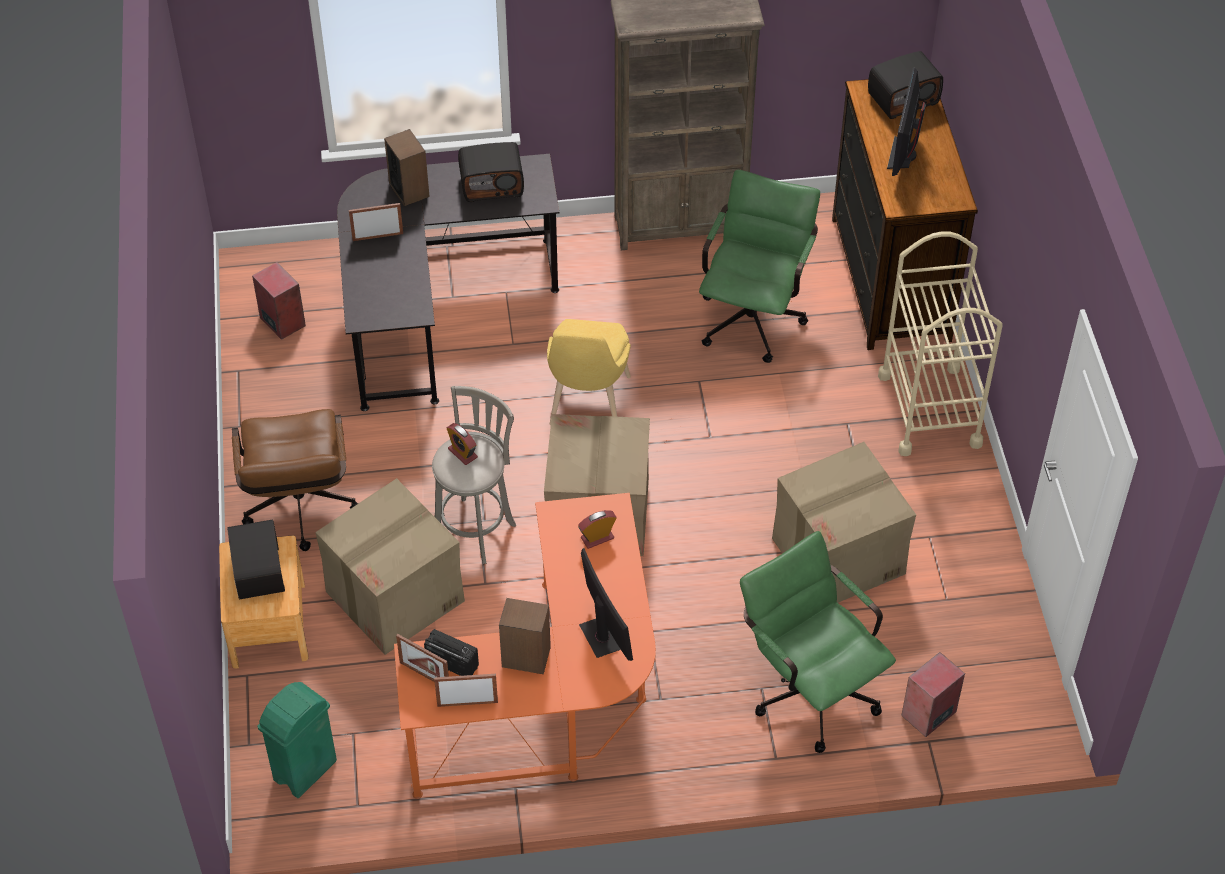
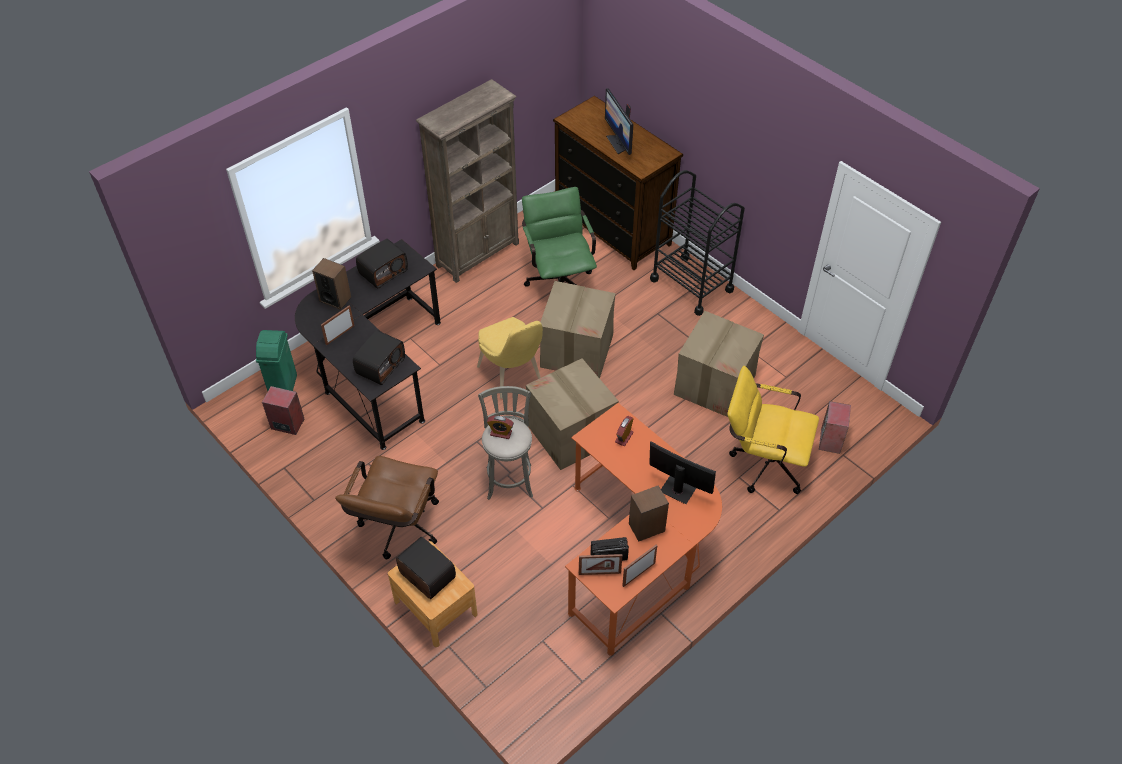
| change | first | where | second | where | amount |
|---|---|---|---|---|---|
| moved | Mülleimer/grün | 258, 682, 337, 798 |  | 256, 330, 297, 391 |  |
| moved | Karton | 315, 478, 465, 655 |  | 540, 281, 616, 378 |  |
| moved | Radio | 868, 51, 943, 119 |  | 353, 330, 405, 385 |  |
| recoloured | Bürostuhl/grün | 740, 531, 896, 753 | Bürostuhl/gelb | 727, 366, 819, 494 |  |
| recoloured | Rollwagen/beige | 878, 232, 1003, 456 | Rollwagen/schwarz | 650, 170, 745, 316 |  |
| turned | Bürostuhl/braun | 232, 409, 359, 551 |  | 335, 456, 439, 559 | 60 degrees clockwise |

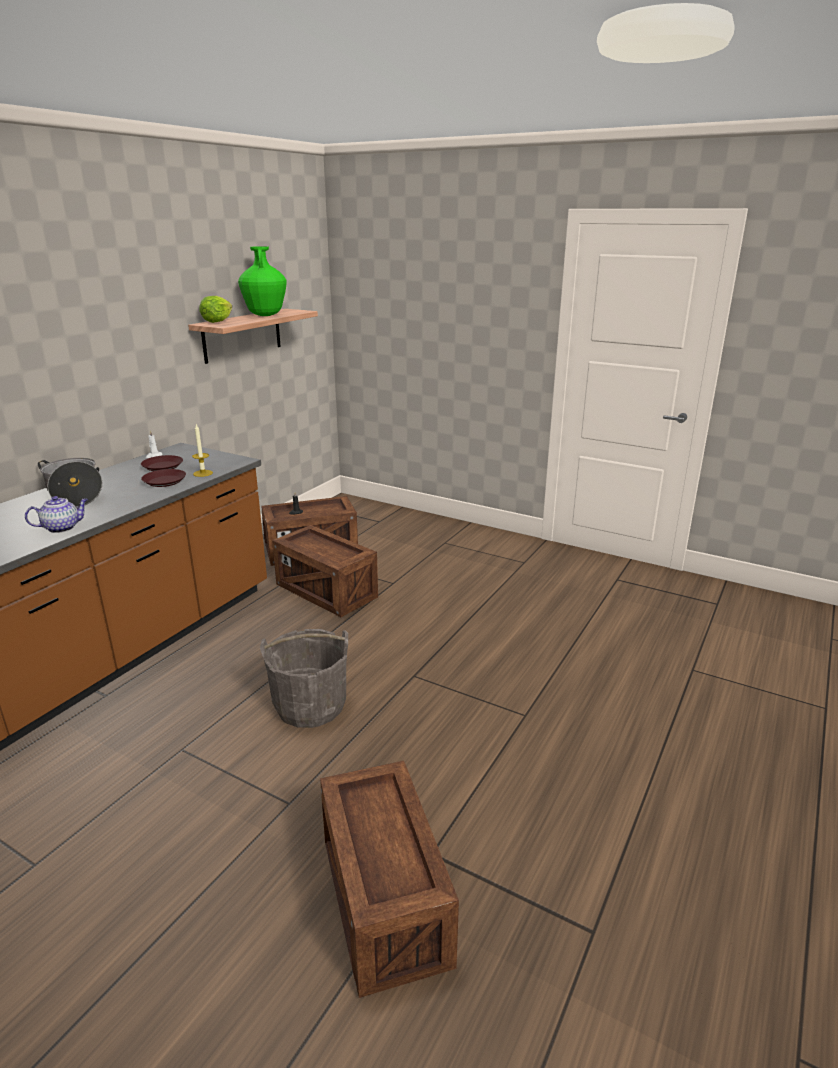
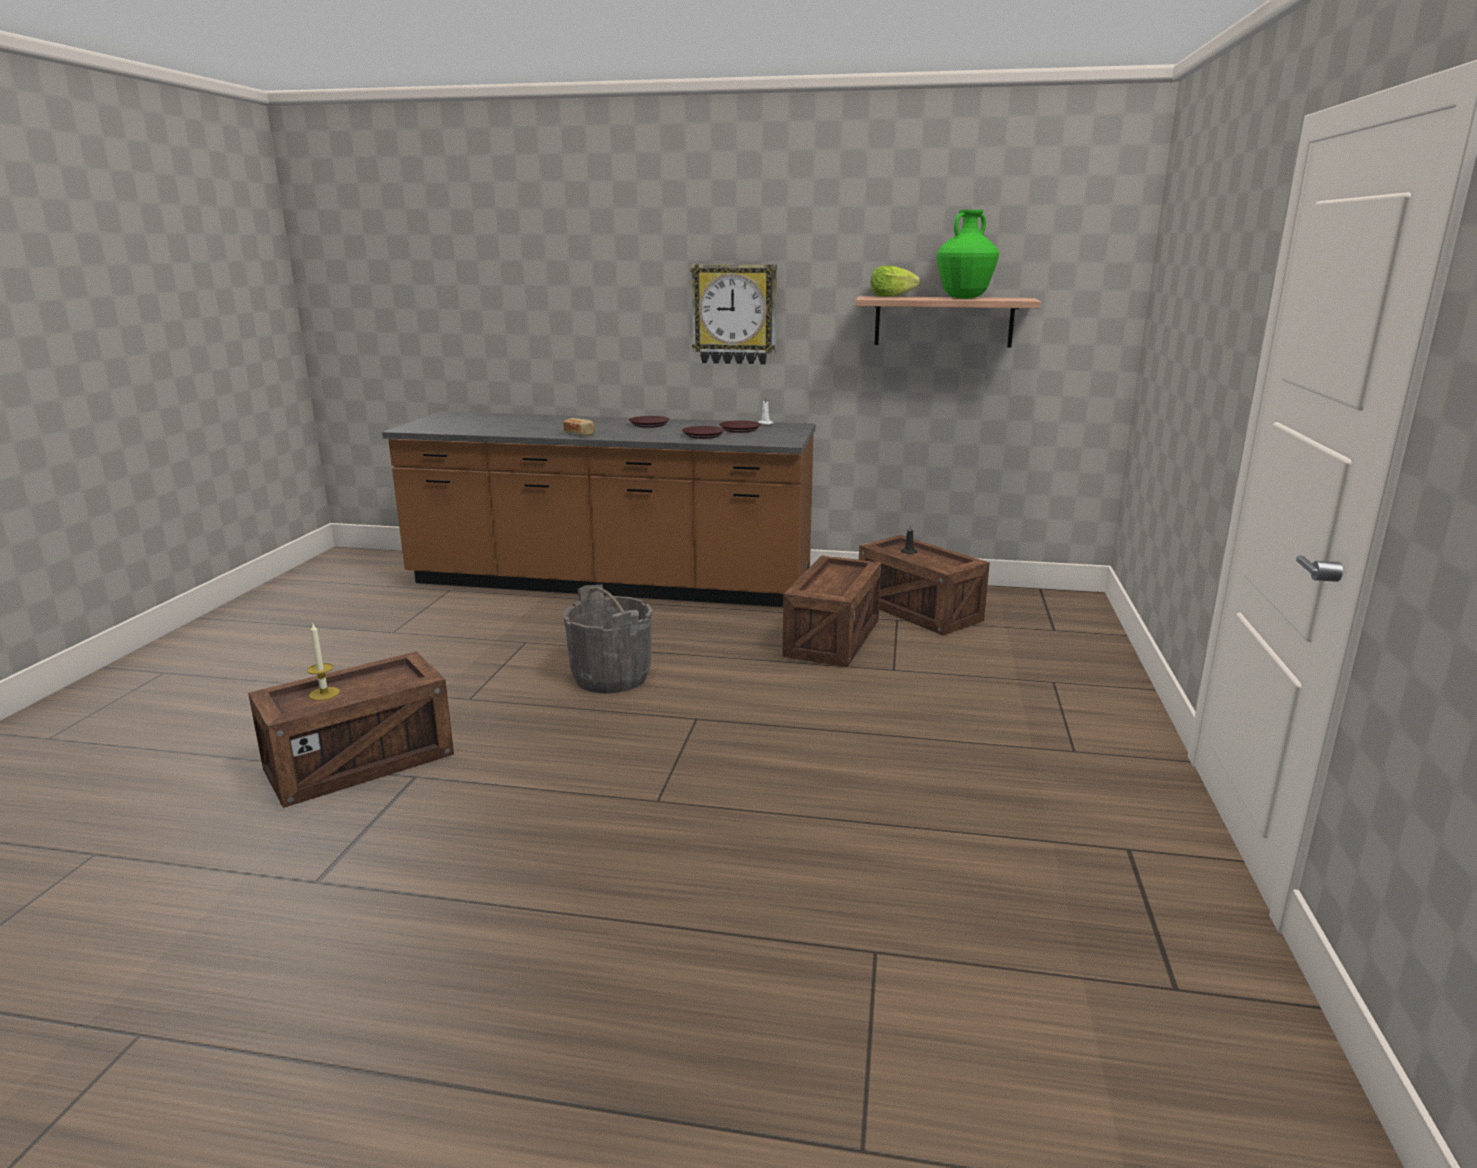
| change | first | where | second | where | amount |
|---|---|---|---|---|---|
| added |  |  | Wanduhr | 691, 264, 777, 365 |  |
| moved | Kerze | 192, 425, 213, 477 |  | 307, 624, 340, 700 |  |
| replaced | Teekanne | 25, 496, 88, 533 | Brot | 563, 418, 595, 436 |  |
| replaced | Kochtopf | 38, 458, 102, 507 | Teller/braun | 629, 416, 670, 428 |  |

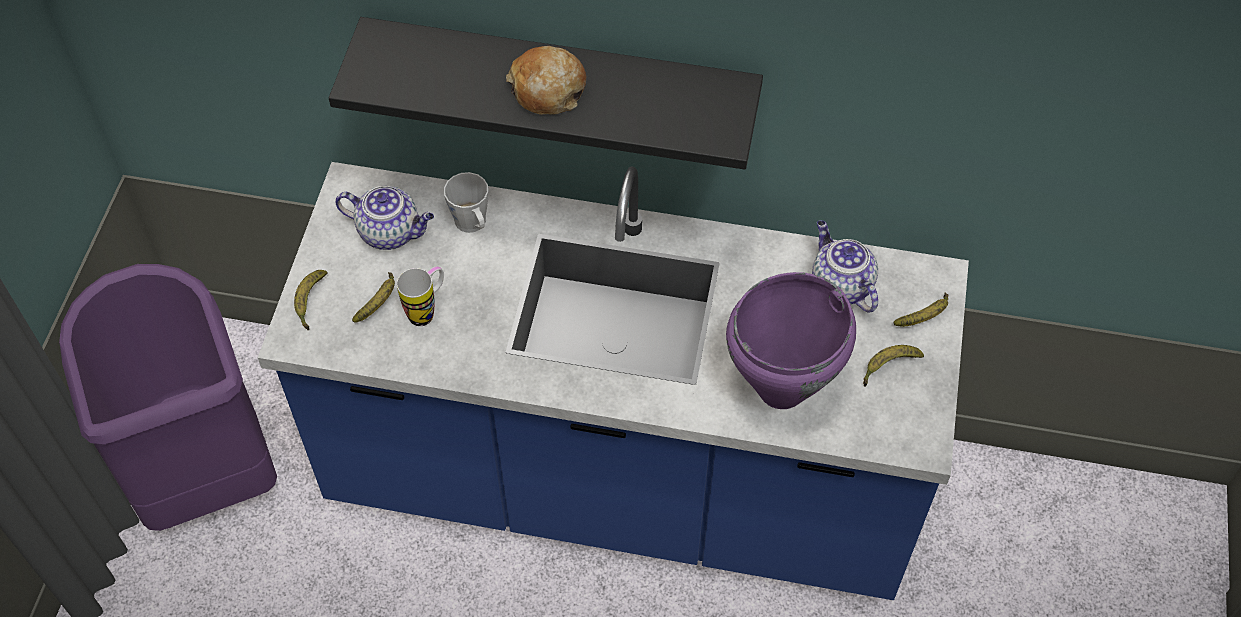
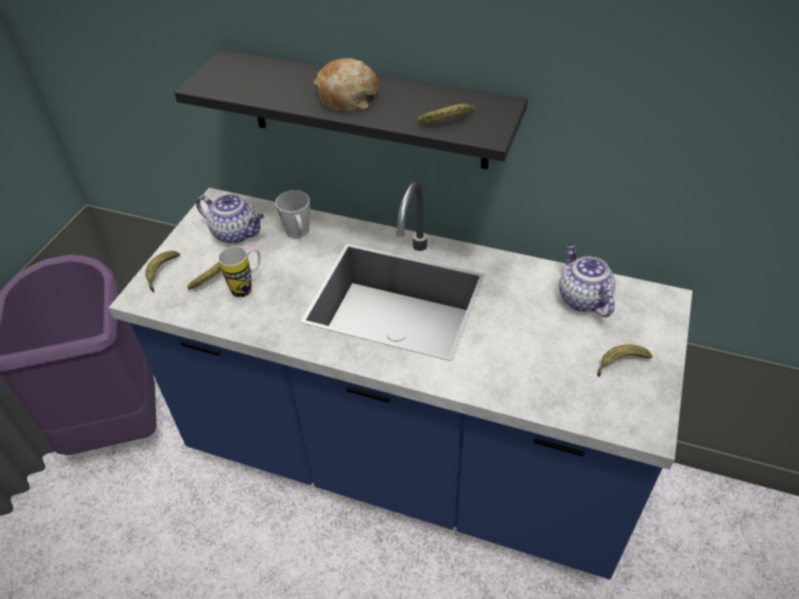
| change | first | where | second | where | amount |
|---|---|---|---|---|---|
| removed | Kochtopf/lila | 726, 272, 856, 409 |  |  |  |
| moved | Banane | 893, 293, 948, 327 |  | 417, 104, 475, 123 |  |

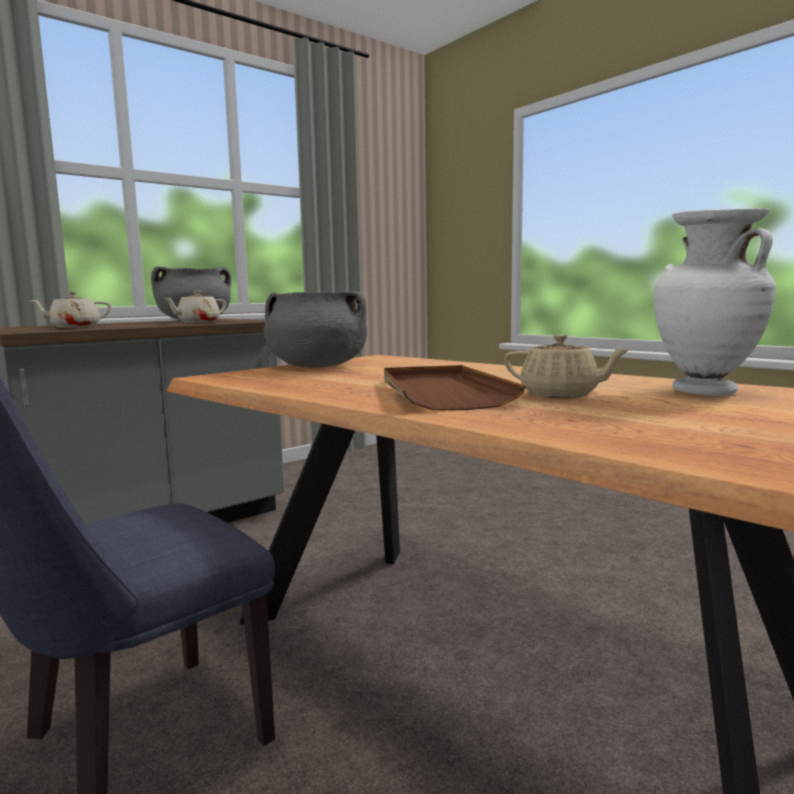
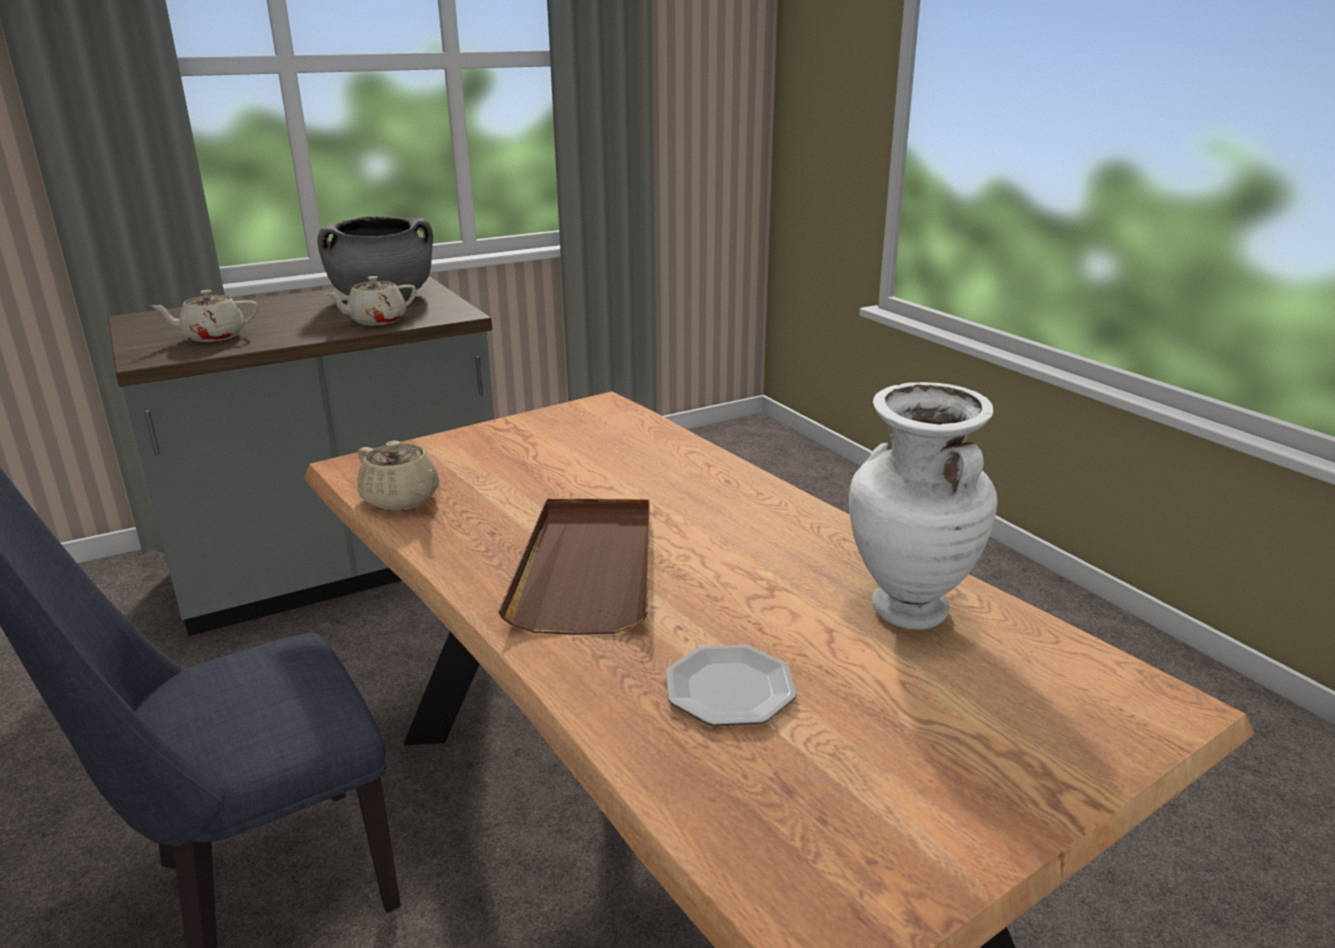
| change | first | where | second | where | amount |
|---|---|---|---|---|---|
| removed | Kochtopf/grau | 264, 291, 367, 368 |  |  |  |
| added |  |  | Teller | 666, 645, 797, 726 |  |
| moved | Teekanne/beige | 504, 335, 631, 398 |  | 358, 440, 440, 511 |  |

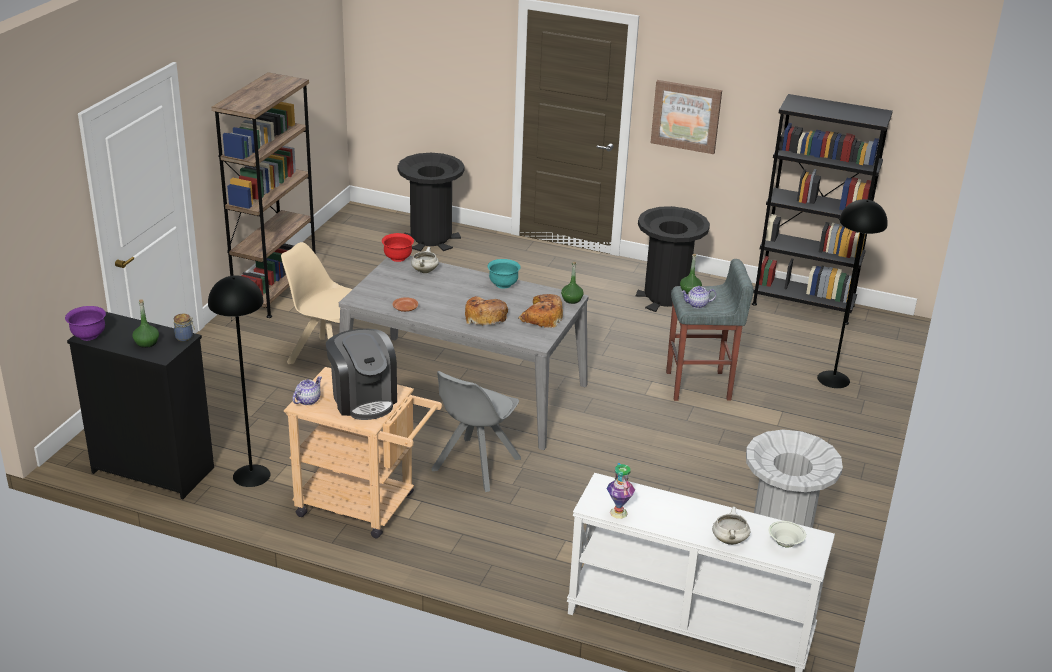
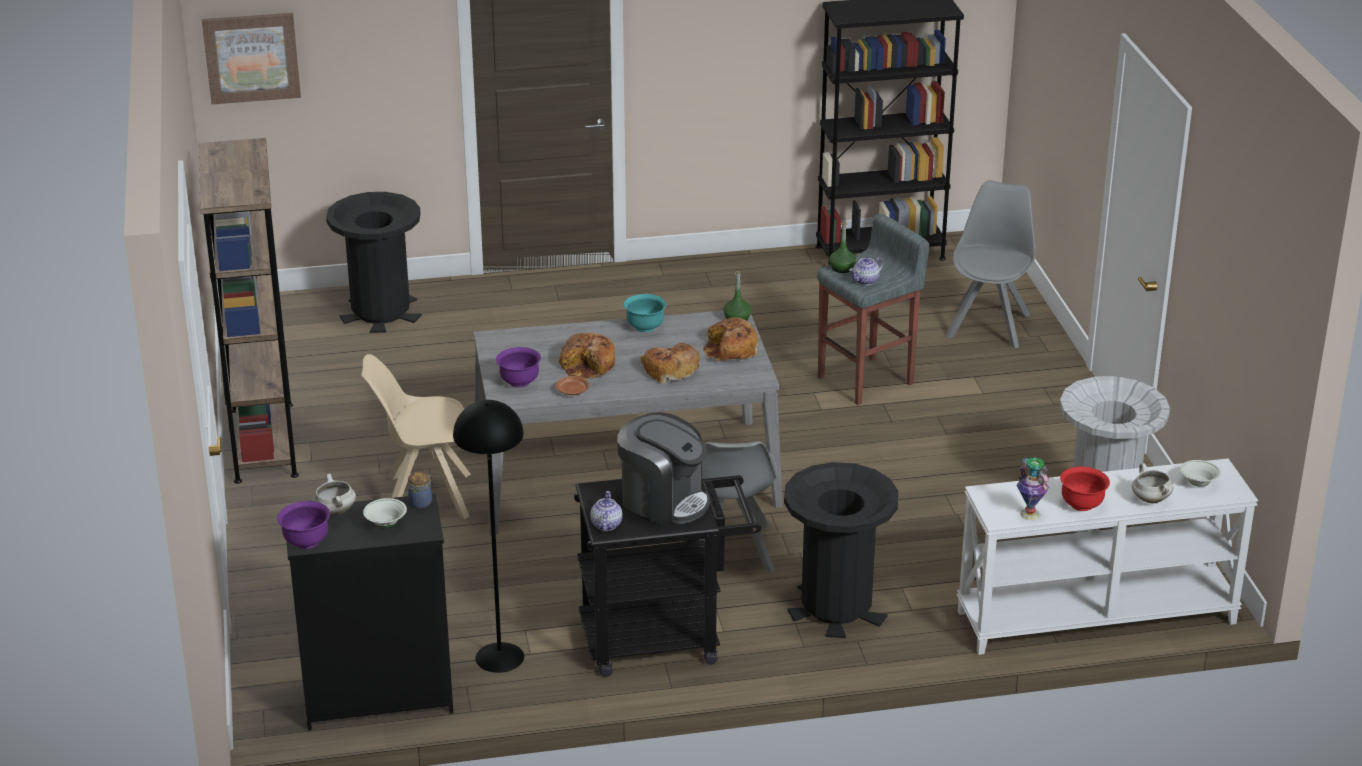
| change | first | where | second | where | amount |
|---|---|---|---|---|---|
| added |  |  | Schüssel/lila | 496, 347, 541, 388 |  |
| added |  |  | Brot | 559, 332, 615, 380 |  |
| moved | Schüssel/rot | 382, 233, 414, 262 |  | 1060, 467, 1110, 511 |  |
| moved | Kochtopf/weiß | 411, 247, 439, 273 |  | 312, 473, 356, 516 |  |
| moved | Mülleimer/schwarz | 636, 206, 710, 312 |  | 784, 462, 898, 638 |  |
| moved | Bild | 651, 80, 722, 154 |  | 202, 13, 301, 104 |  |
| replaced | Flasche/grün | 132, 299, 159, 348 | Schüssel/weiß | 363, 498, 407, 528 |  |
| replaced | Stehlampe/schwarz | 817, 199, 888, 388 | Stuhl/grau | 946, 180, 1036, 348 |  |
| recoloured | Rollwagen/beige | 284, 367, 442, 538 | Rollwagen/schwarz | 574, 475, 761, 677 |  |

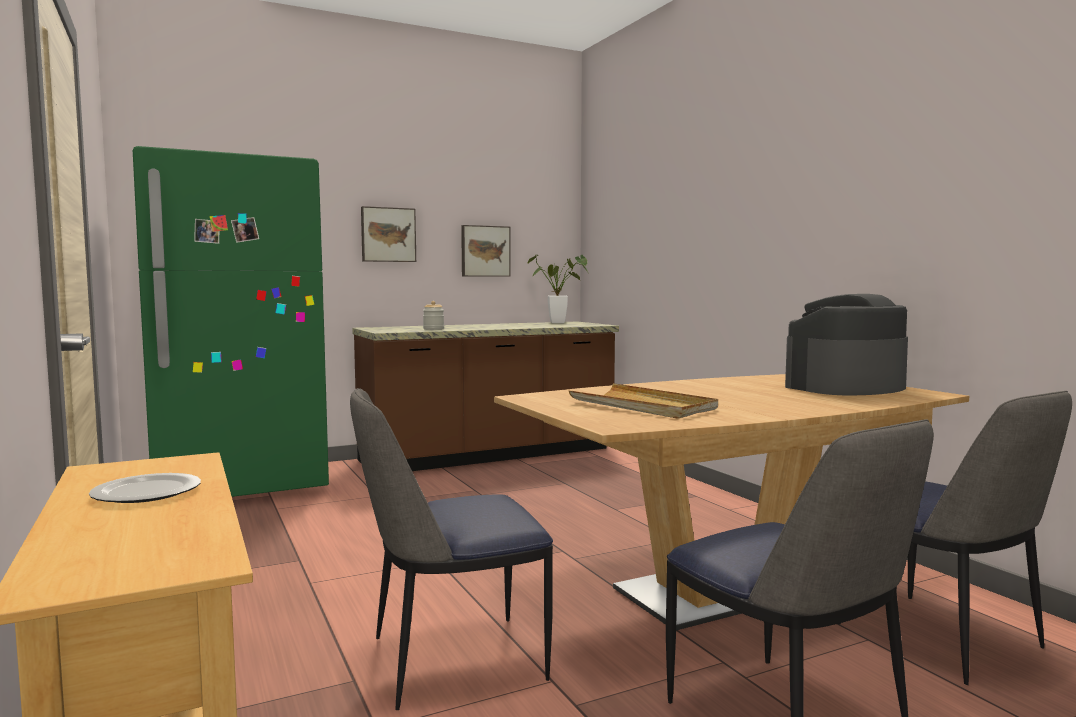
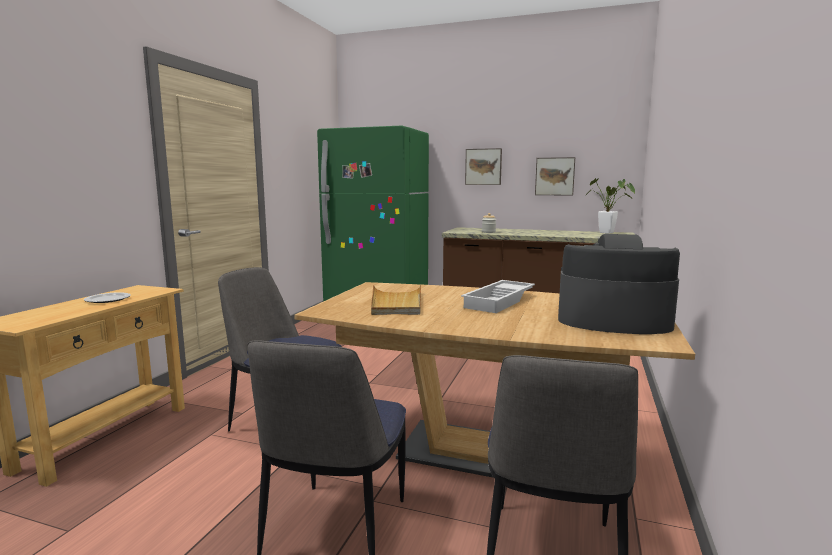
| change | first | where | second | where | amount |
|---|---|---|---|---|---|
| added |  |  | Tablett/weiß | 461, 280, 535, 313 |  |

